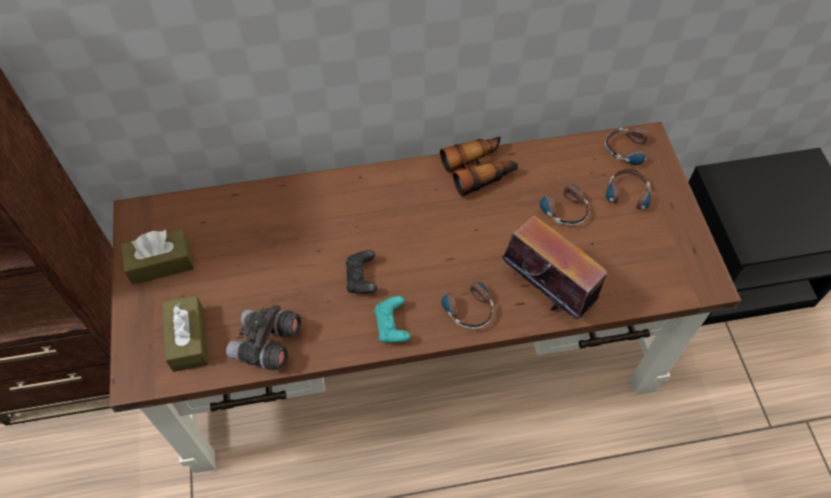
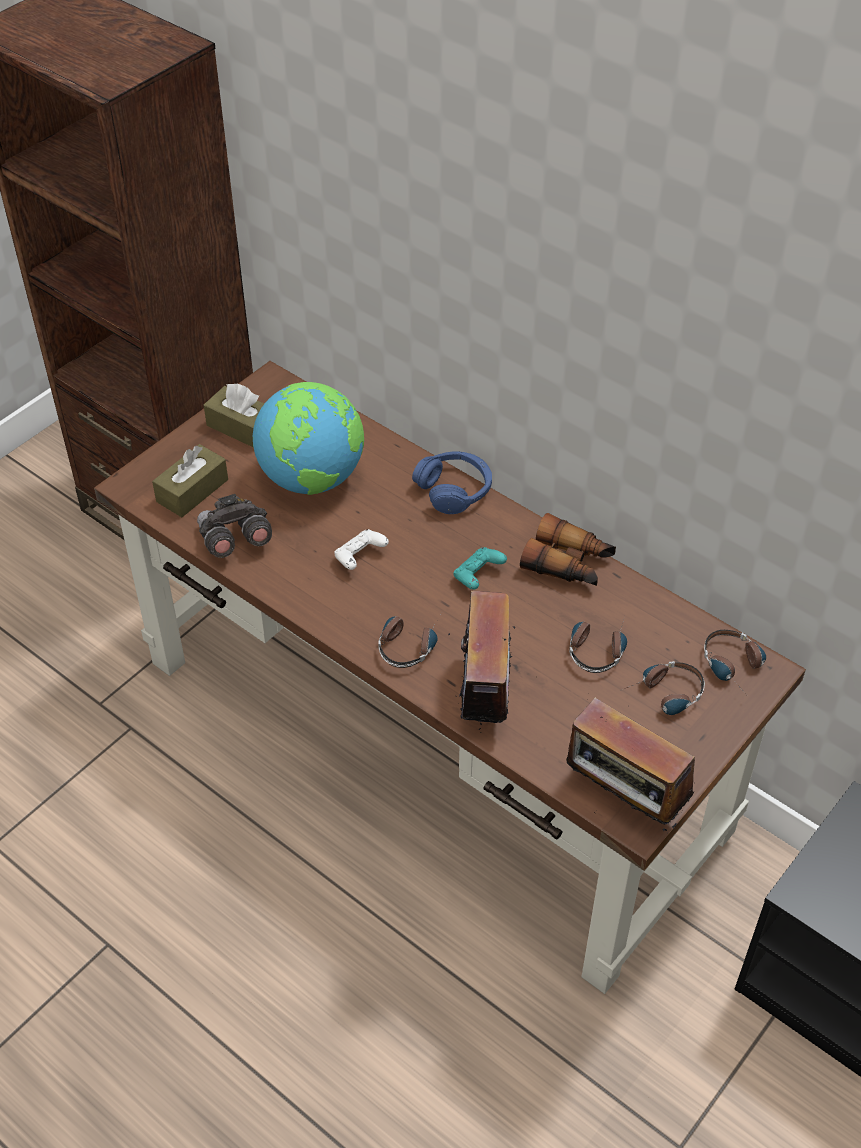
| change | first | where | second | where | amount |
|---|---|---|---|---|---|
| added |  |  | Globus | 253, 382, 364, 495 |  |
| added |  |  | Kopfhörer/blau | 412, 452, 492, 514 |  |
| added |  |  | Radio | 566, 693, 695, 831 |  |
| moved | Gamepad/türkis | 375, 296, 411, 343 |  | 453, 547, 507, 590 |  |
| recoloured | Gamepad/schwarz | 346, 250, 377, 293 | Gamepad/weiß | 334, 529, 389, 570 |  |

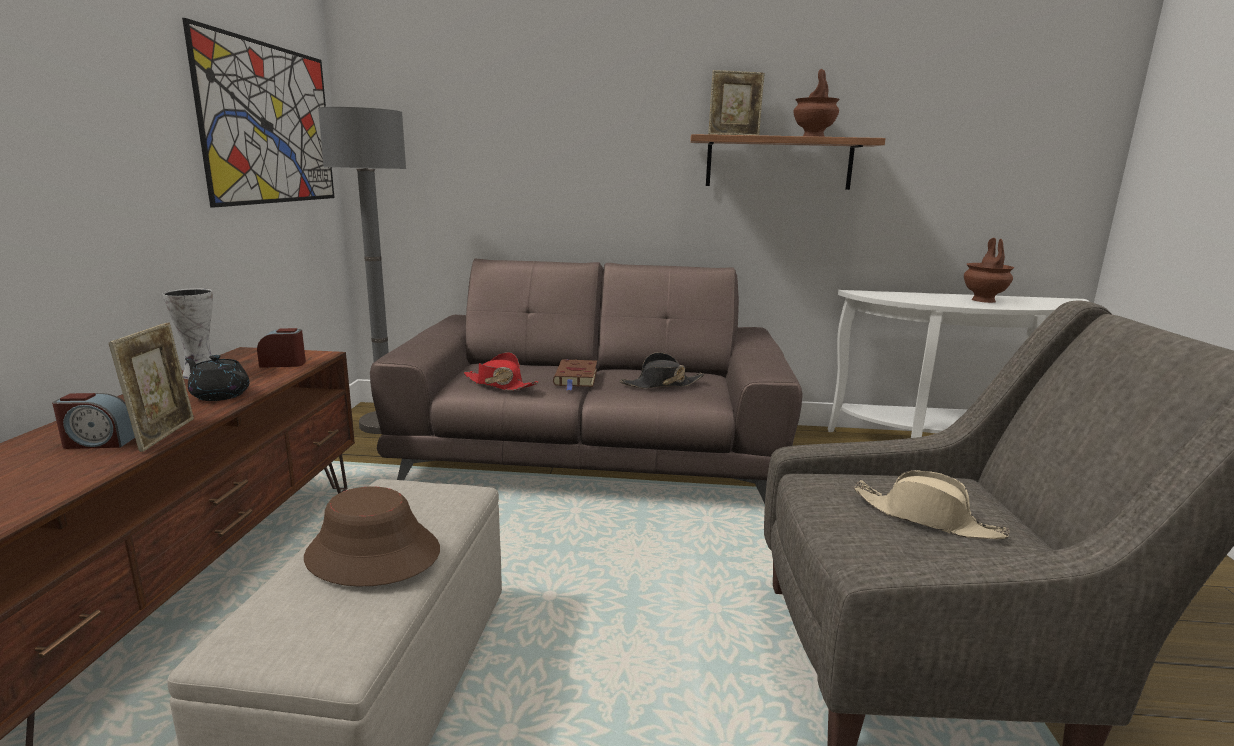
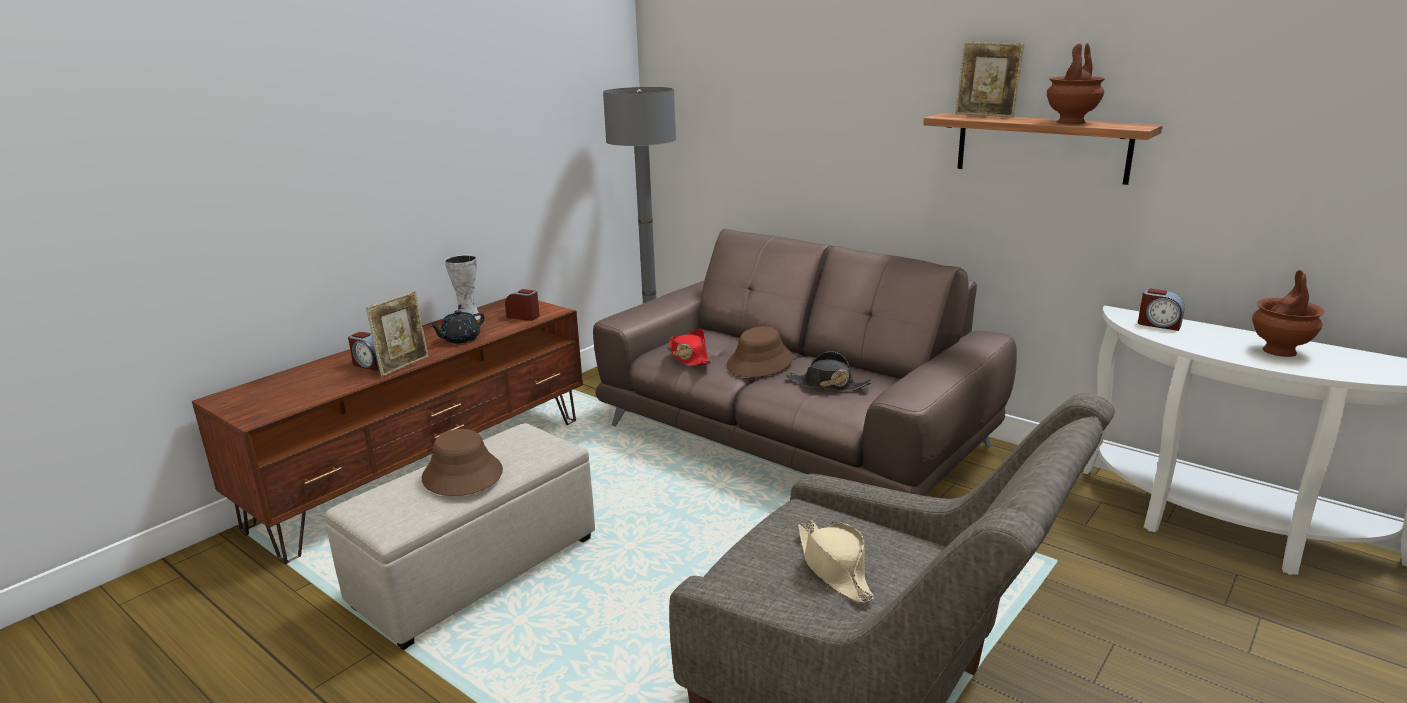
| change | first | where | second | where | amount |
|---|---|---|---|---|---|
| removed | Bild | 182, 18, 335, 208 |  |  |  |
| added |  |  | Wecker | 1138, 288, 1185, 331 |  |
| replaced | Buch/braun | 553, 359, 597, 391 | Hut/braun | 727, 326, 793, 377 |  |
| turned | Teekanne/schwarz | 185, 355, 250, 401 |  | 429, 310, 485, 344 | 105 degrees counterclockwise |

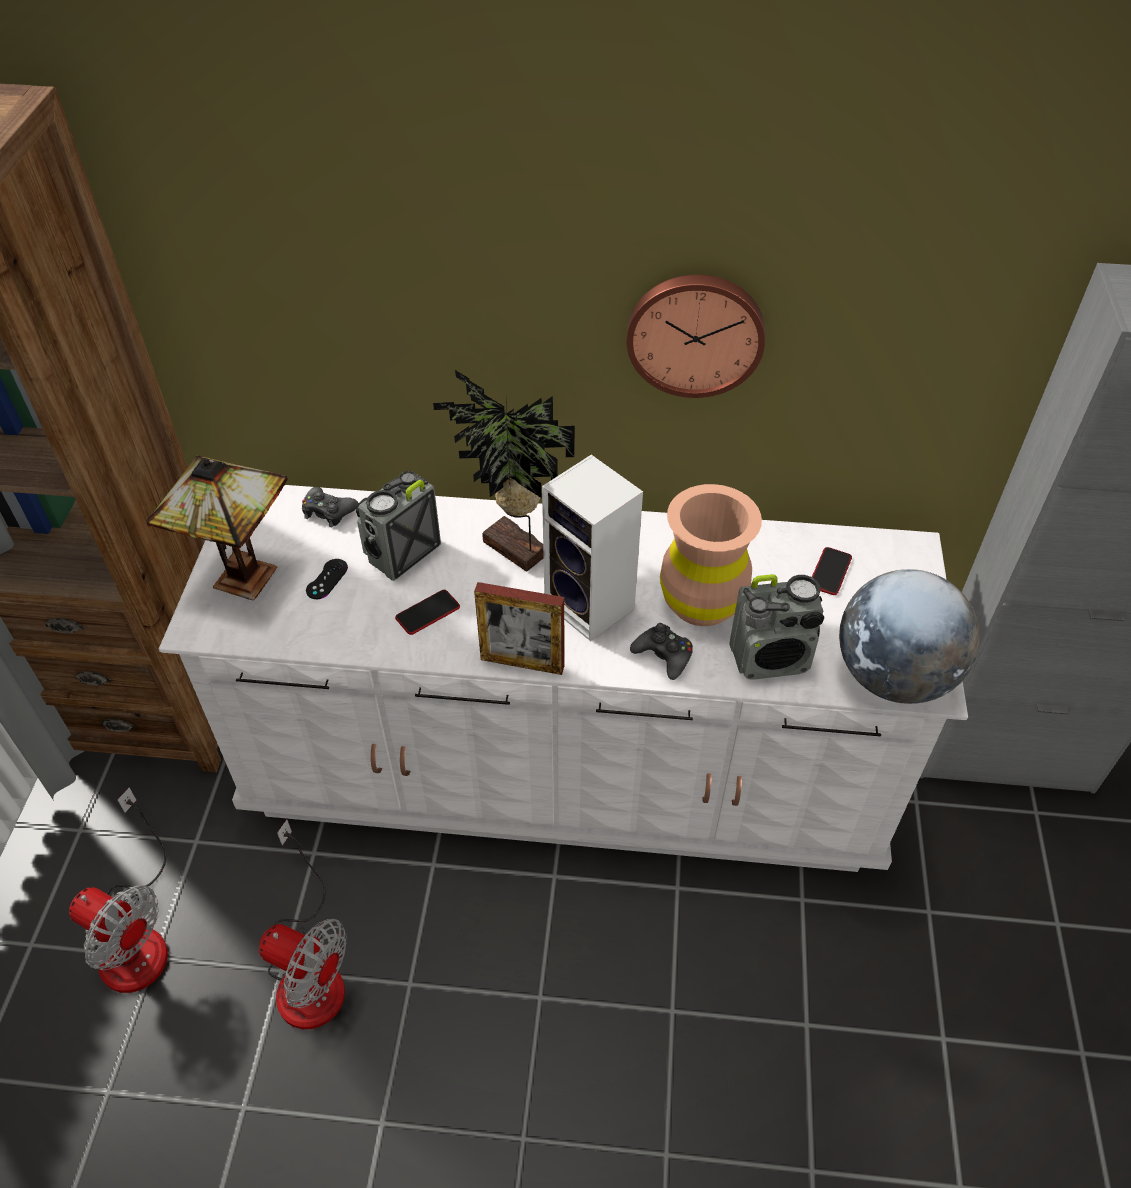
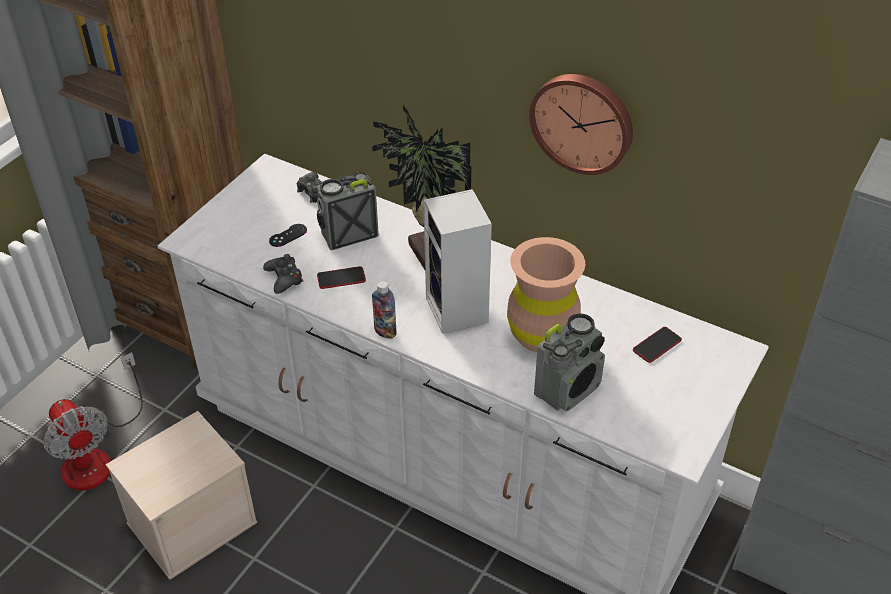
| change | first | where | second | where | amount |
|---|---|---|---|---|---|
| removed | Tischlampe | 146, 455, 288, 600 |  |  |  |
| removed | Globus | 839, 569, 980, 704 |  |  |  |
| moved | Gamepad/schwarz | 630, 623, 693, 680 |  | 263, 254, 303, 294 |  |
| replaced | Ventilator | 259, 820, 346, 1029 | Aufbewahrungsbox/beige | 106, 411, 257, 580 |  |
| replaced | Bilderrahmen | 474, 582, 564, 675 | Flasche | 372, 281, 397, 339 |  |
| turned | Radio | 729, 574, 824, 680 |  | 534, 313, 605, 412 | 60 degrees counterclockwise |

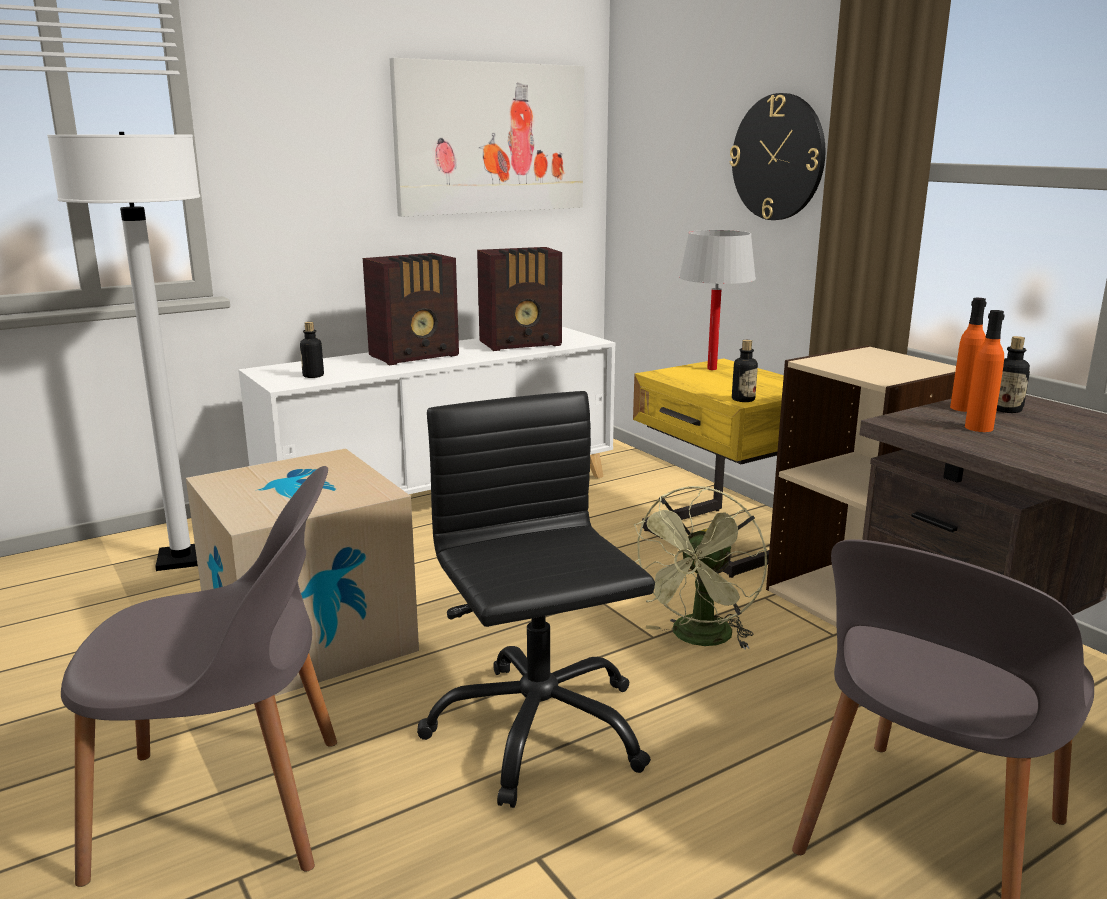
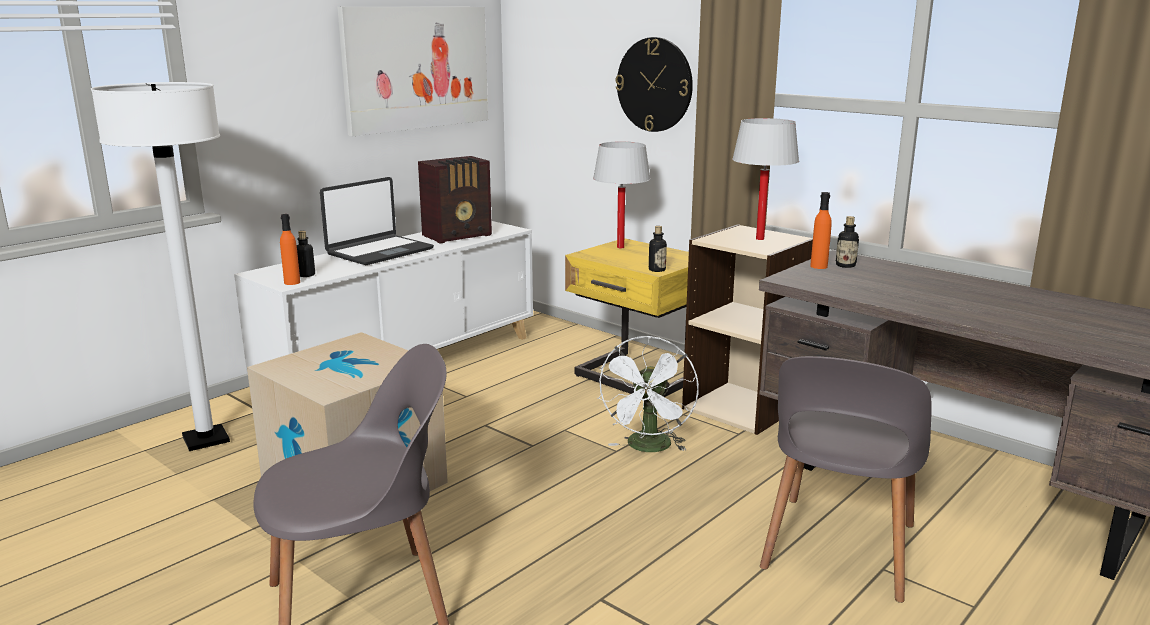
| change | first | where | second | where | amount |
|---|---|---|---|---|---|
| removed | Bürostuhl/schwarz | 417, 391, 655, 808 |  |  |  |
| added |  |  | Tischlampe/weiß | 732, 118, 799, 240 |  |
| moved | Flasche/orange | 965, 310, 1005, 432 |  | 280, 214, 300, 285 |  |
| replaced | Radio | 363, 253, 459, 365 | Laptop | 320, 177, 434, 265 |  |
| recoloured | Ventilator/grün | 634, 486, 767, 650 | Ventilator/weiß | 597, 336, 699, 452 |  |

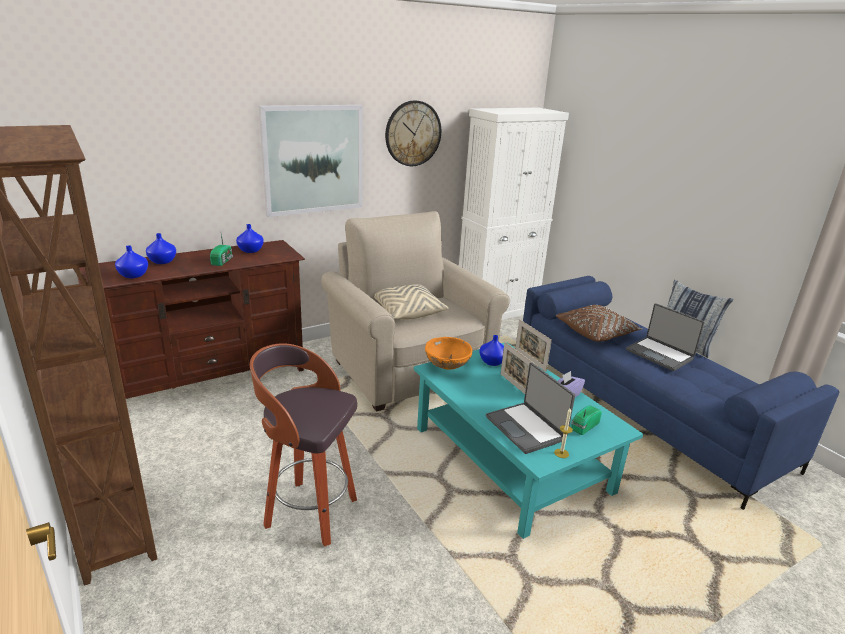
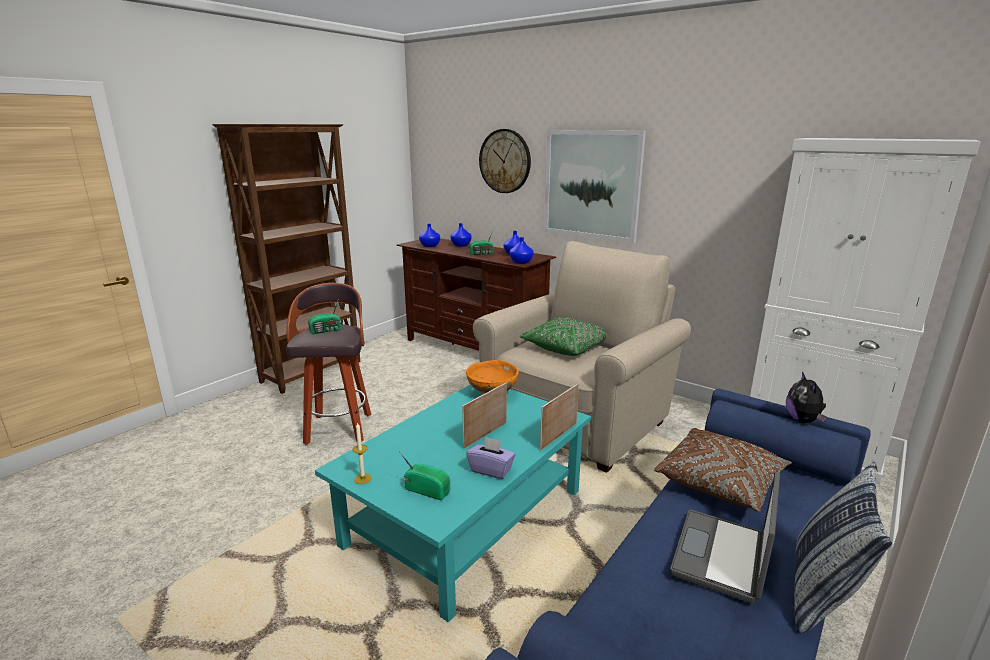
| change | first | where | second | where | amount |
|---|---|---|---|---|---|
| removed | Laptop | 486, 362, 575, 454 |  |  |  |
| added |  |  | Radio | 308, 301, 341, 334 |  |
| added |  |  | Plüschtier | 786, 372, 827, 423 |  |
| moved | Wanduhr | 385, 100, 441, 166 |  | 479, 129, 531, 193 |  |
| moved | Vase/blau | 479, 335, 504, 366 |  | 510, 237, 534, 264 |  |
| recoloured | Kissen/beige | 374, 284, 448, 319 | Kissen/grün | 520, 317, 607, 356 |  |

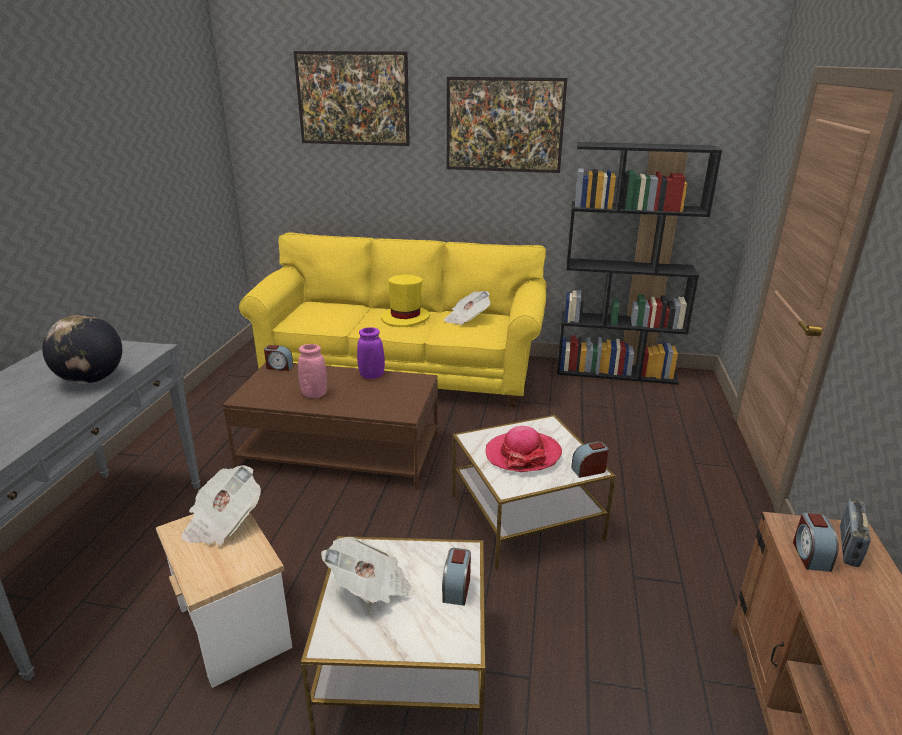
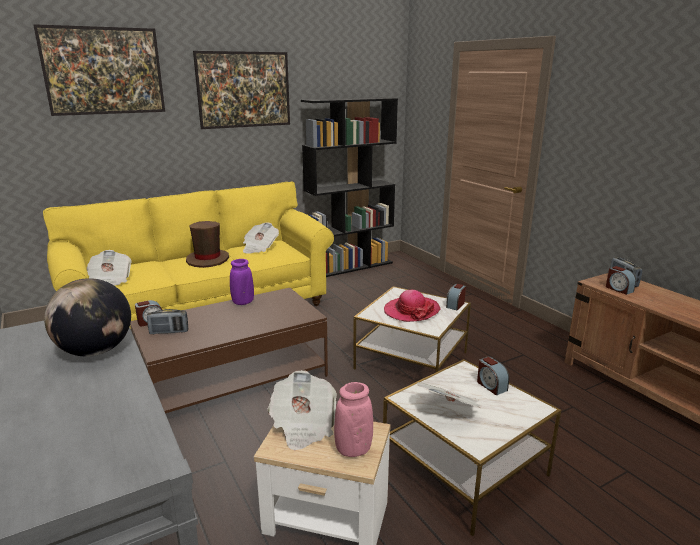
| change | first | where | second | where | amount |
|---|---|---|---|---|---|
| added |  |  | Zeitung | 87, 250, 132, 286 |  |
| added |  |  | Radio | 147, 309, 188, 334 |  |
| moved | Vase/rosa | 298, 344, 327, 398 |  | 334, 382, 373, 457 |  |
| recoloured | Hut/gelb | 381, 274, 430, 327 | Hut/braun | 186, 221, 229, 268 |  |

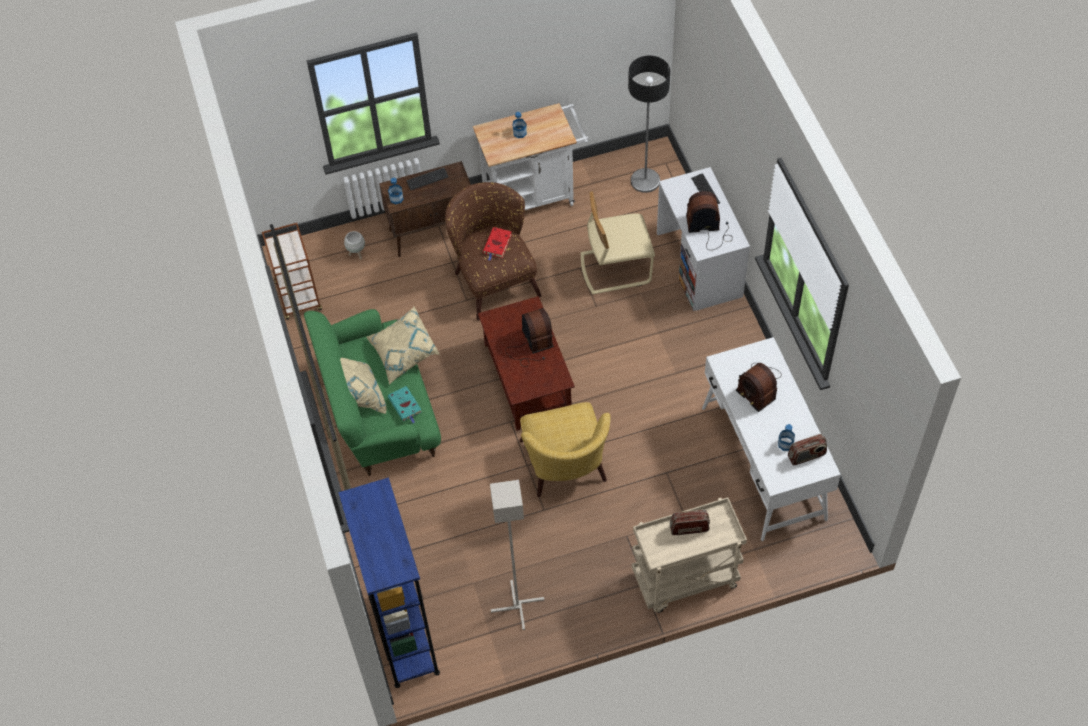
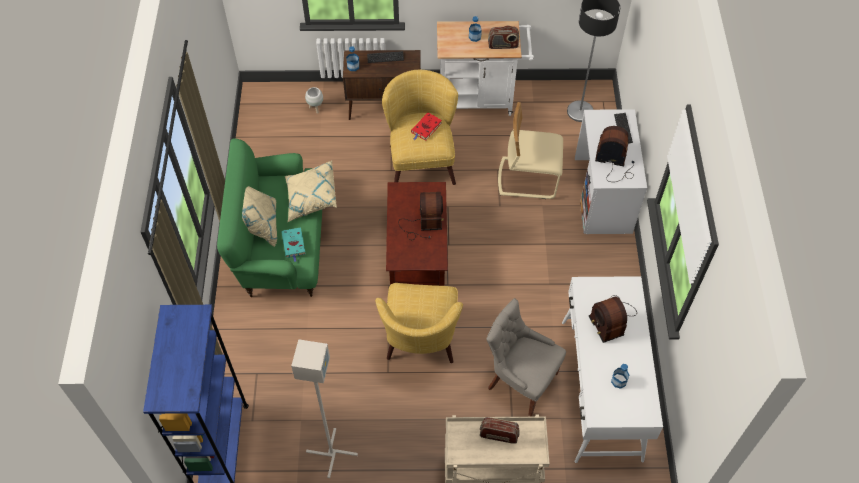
| change | first | where | second | where | amount |
|---|---|---|---|---|---|
| removed | Rollwagen/braun | 262, 223, 322, 320 |  |  |  |
| added |  |  | Stuhl/grau | 486, 298, 566, 416 |  |
| moved | Radio | 788, 434, 827, 465 |  | 488, 26, 519, 49 |  |
| recoloured | Sessel/braun | 445, 182, 542, 321 | Sessel/gelb | 382, 70, 458, 185 |  |

